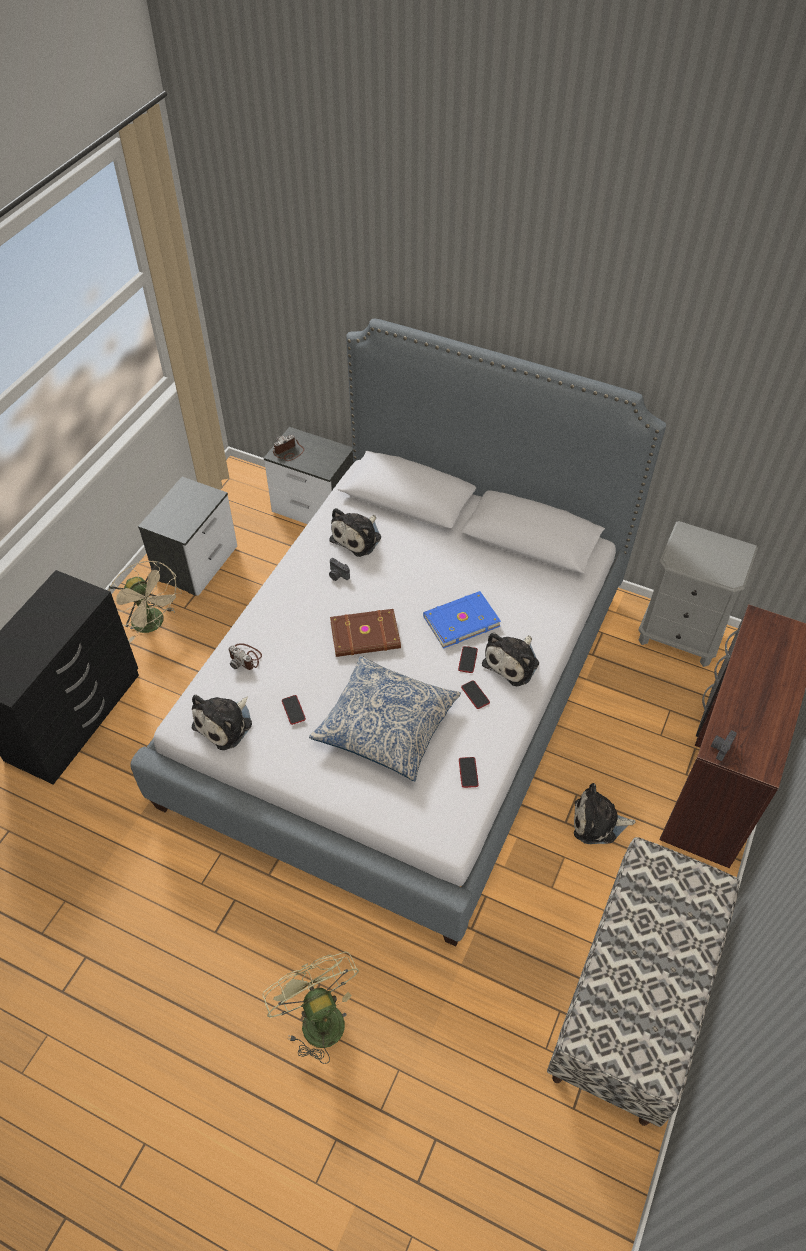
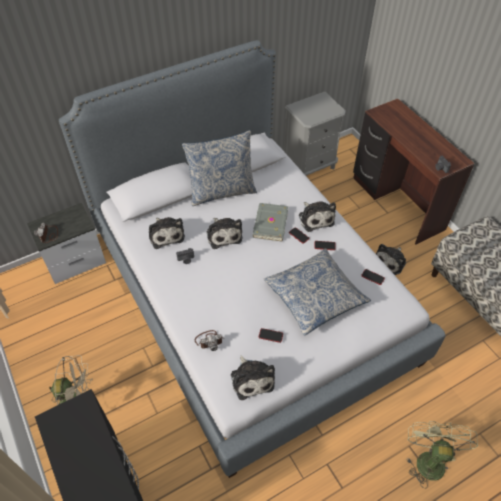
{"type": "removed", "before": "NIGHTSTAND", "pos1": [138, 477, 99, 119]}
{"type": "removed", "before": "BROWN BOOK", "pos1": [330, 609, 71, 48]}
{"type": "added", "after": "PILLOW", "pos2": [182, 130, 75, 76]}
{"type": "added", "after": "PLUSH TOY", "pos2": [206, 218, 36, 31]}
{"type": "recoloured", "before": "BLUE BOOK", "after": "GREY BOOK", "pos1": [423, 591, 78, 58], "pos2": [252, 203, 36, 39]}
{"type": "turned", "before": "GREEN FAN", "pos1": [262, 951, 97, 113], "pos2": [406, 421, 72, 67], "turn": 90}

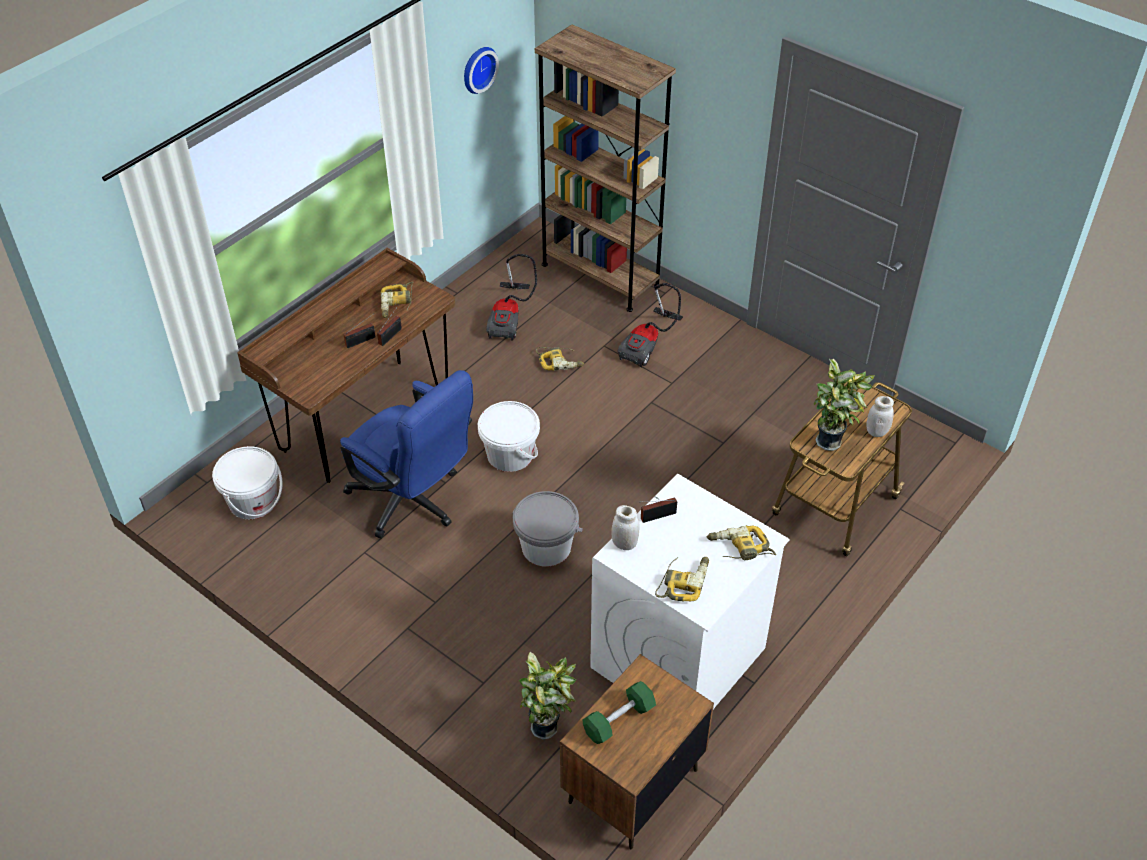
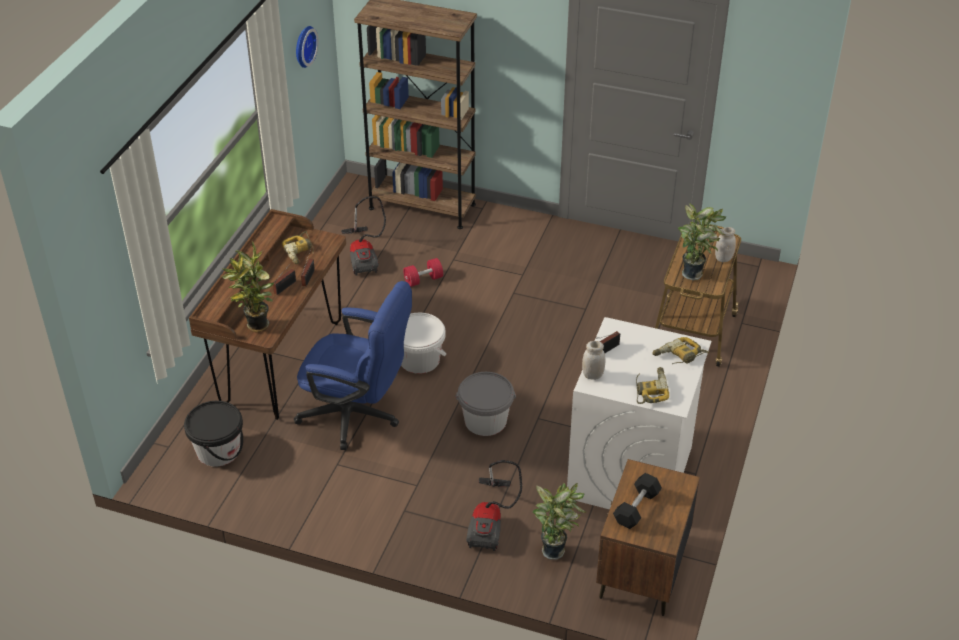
{"type": "added", "after": "POTTED PLANT", "pos2": [221, 241, 53, 91]}
{"type": "moved", "before": "VACUUM CLEANER", "pos1": [618, 283, 65, 85], "pos2": [466, 460, 57, 91]}
{"type": "replaced", "before": "POWER DRILL", "after": "RED DUMBBELL", "pos1": [536, 347, 48, 24], "pos2": [403, 258, 40, 29]}
{"type": "recoloured", "before": "WHITE BUCKET", "after": "BLACK BUCKET", "pos1": [212, 446, 71, 73], "pos2": [184, 401, 59, 66]}
{"type": "recoloured", "before": "GREEN DUMBBELL", "after": "BLACK DUMBBELL", "pos1": [583, 681, 73, 63], "pos2": [613, 473, 49, 56]}

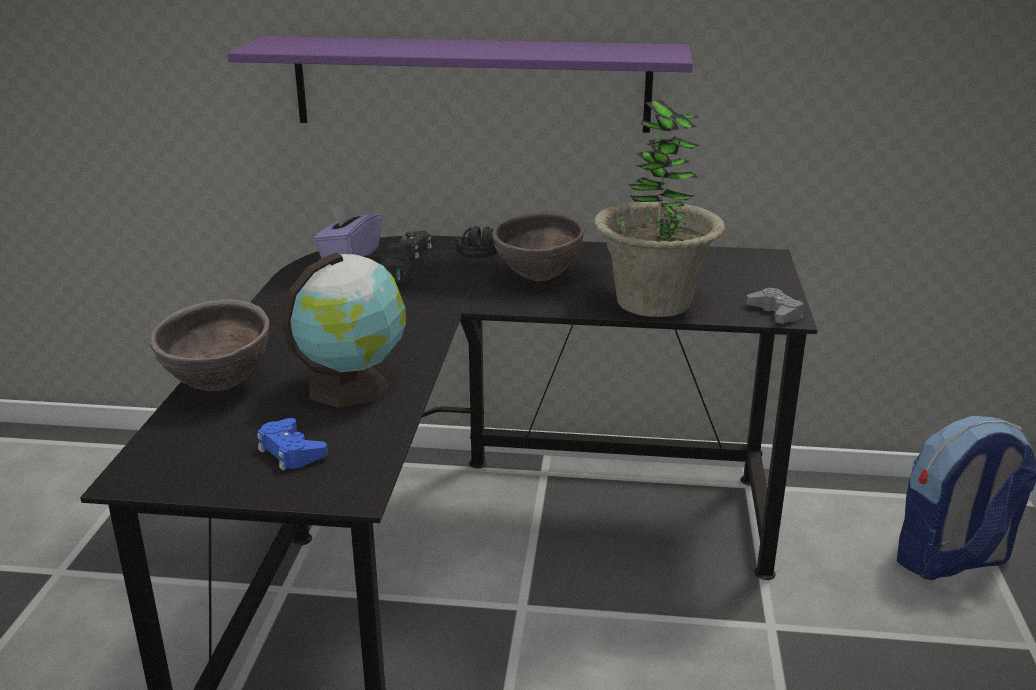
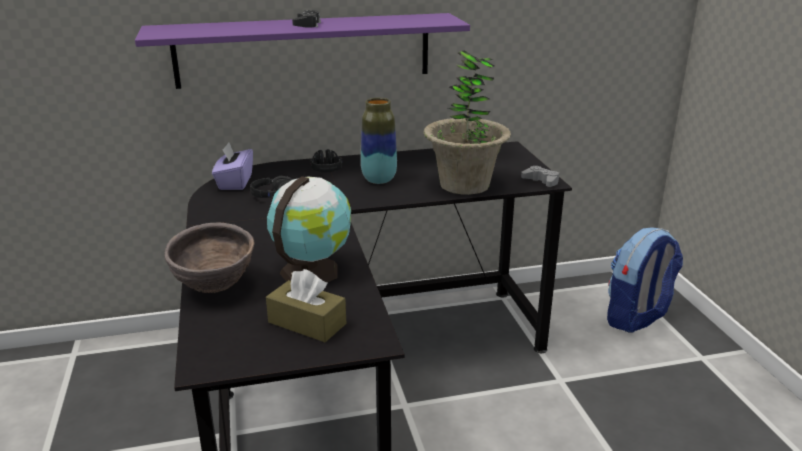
{"type": "moved", "before": "BLACK GAME CONTROLLER", "pos1": [386, 230, 46, 28], "pos2": [292, 10, 29, 18]}
{"type": "replaced", "before": "BLUE GAME CONTROLLER", "after": "BROWN TISSUE BOX", "pos1": [257, 418, 71, 52], "pos2": [266, 269, 80, 73]}
{"type": "replaced", "before": "BROWN BOWL", "after": "VASE", "pos1": [492, 211, 93, 70], "pos2": [361, 98, 36, 86]}

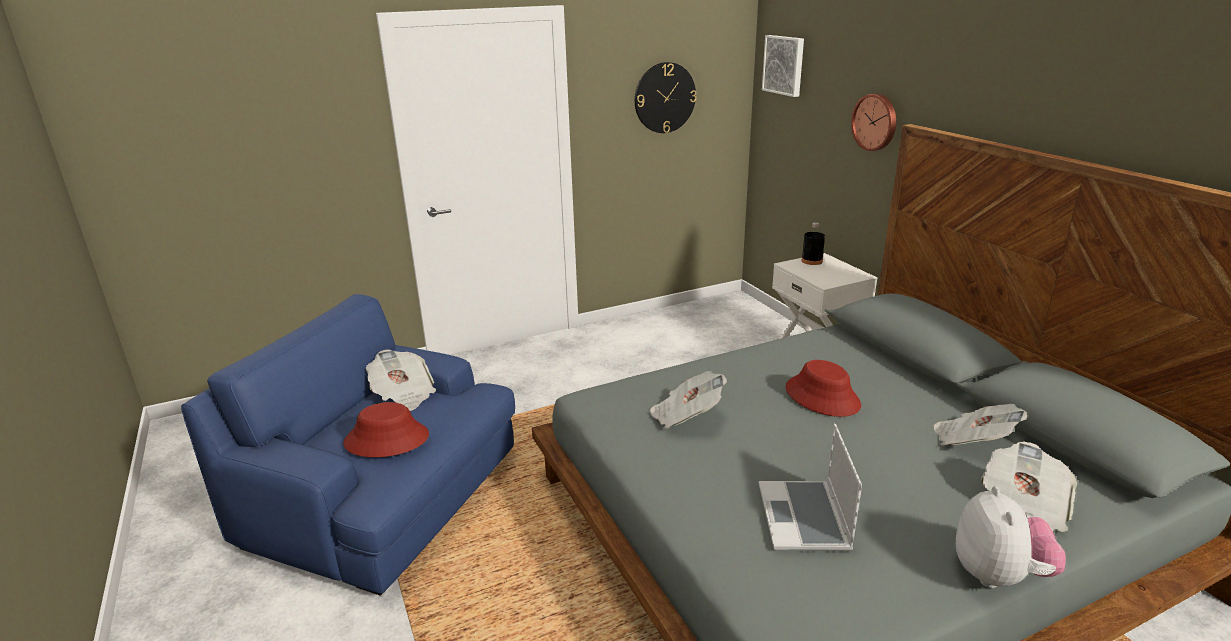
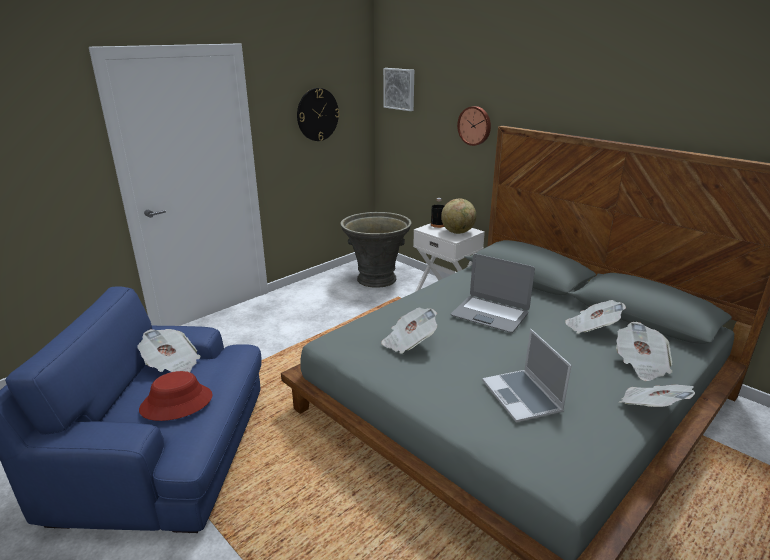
{"type": "added", "after": "GREY PLANTER", "pos2": [340, 212, 71, 76]}
{"type": "added", "after": "GLOBE", "pos2": [441, 198, 35, 36]}
{"type": "replaced", "before": "RED HAT", "after": "LAPTOP", "pos1": [786, 360, 75, 57], "pos2": [451, 254, 84, 79]}
{"type": "replaced", "before": "PLUSH TOY", "after": "NEWSPAPER", "pos1": [956, 486, 110, 102], "pos2": [619, 384, 76, 23]}

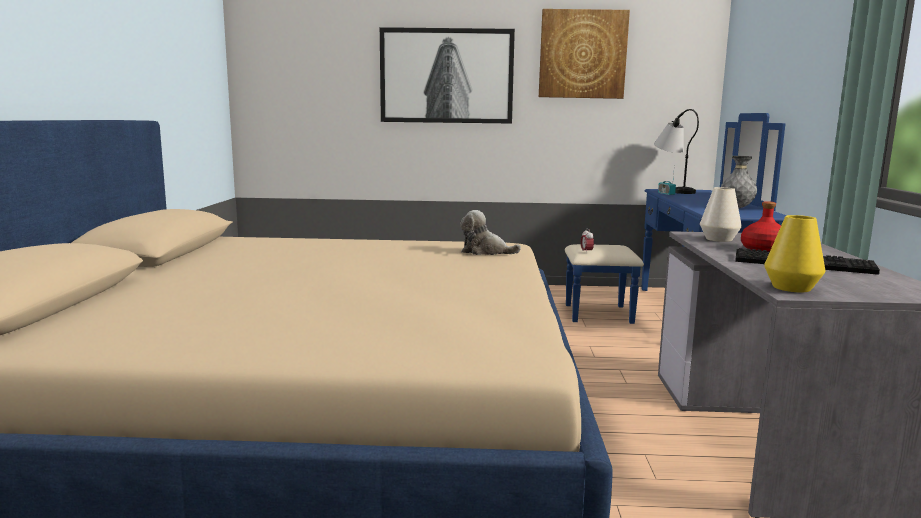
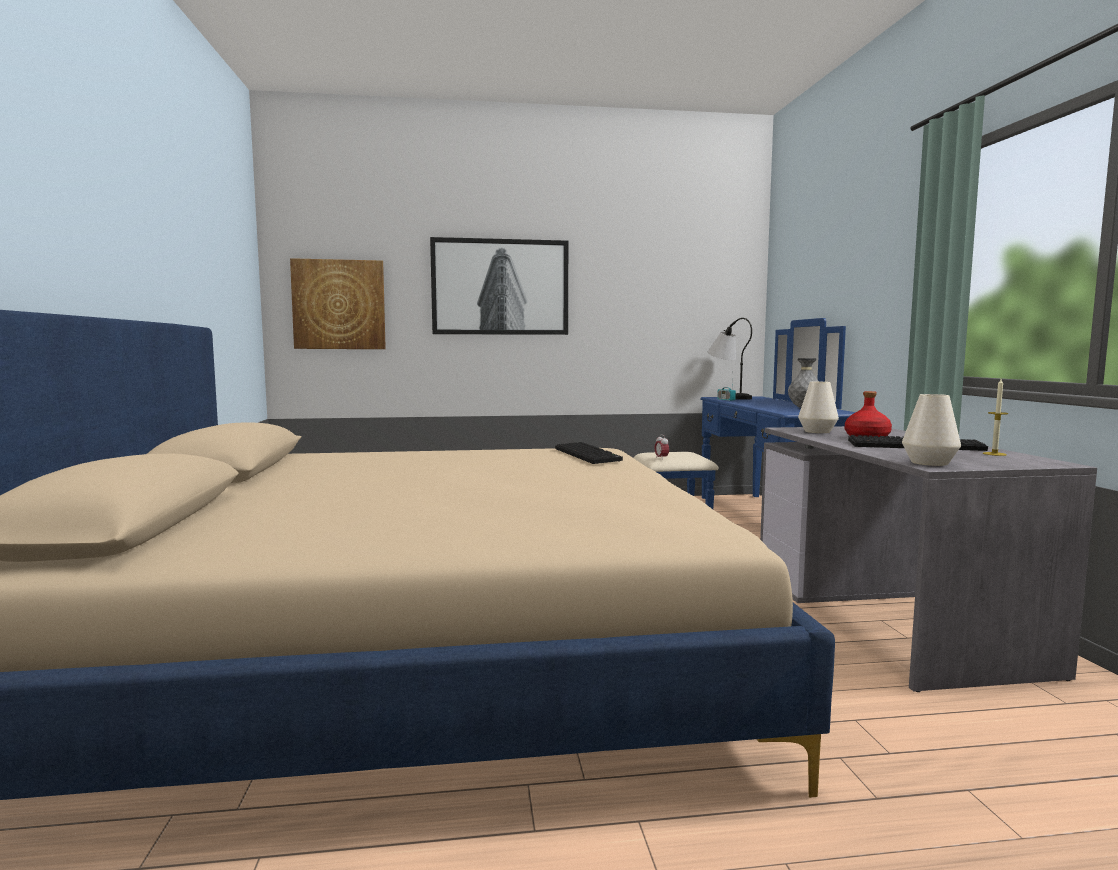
{"type": "added", "after": "CANDLE", "pos2": [983, 379, 26, 77]}
{"type": "moved", "before": "PICTURE", "pos1": [539, 9, 91, 90], "pos2": [290, 258, 96, 91]}
{"type": "replaced", "before": "PLUSH TOY", "after": "KEYBOARD", "pos1": [460, 210, 61, 45], "pos2": [555, 442, 68, 22]}
{"type": "recoloured", "before": "YELLOW VASE", "after": "WHITE VASE", "pos1": [764, 215, 62, 77], "pos2": [902, 394, 59, 72]}

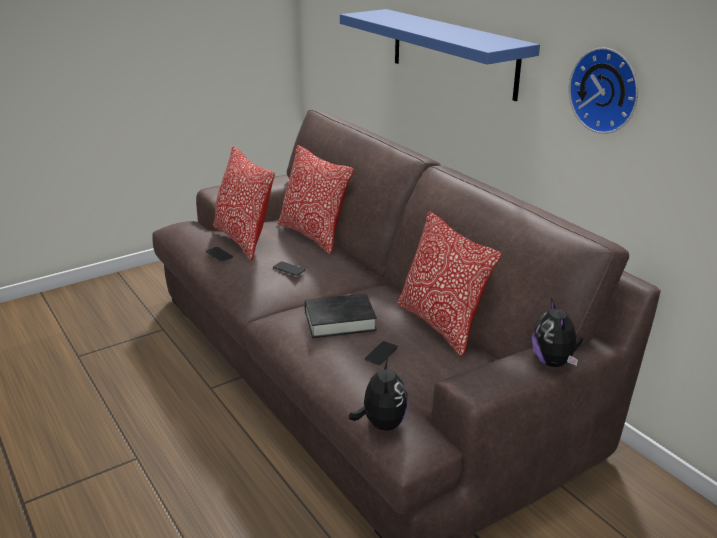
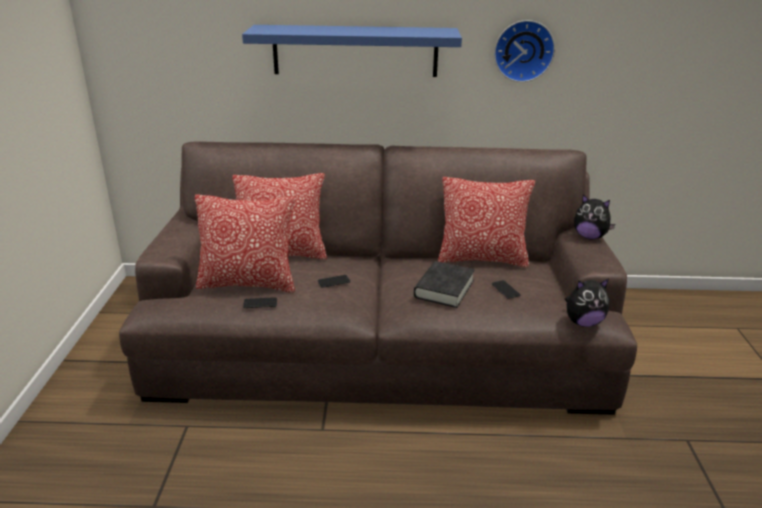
{"type": "turned", "before": "PLUSH TOY", "pos1": [349, 358, 60, 73], "pos2": [565, 279, 44, 48], "turn": 135}

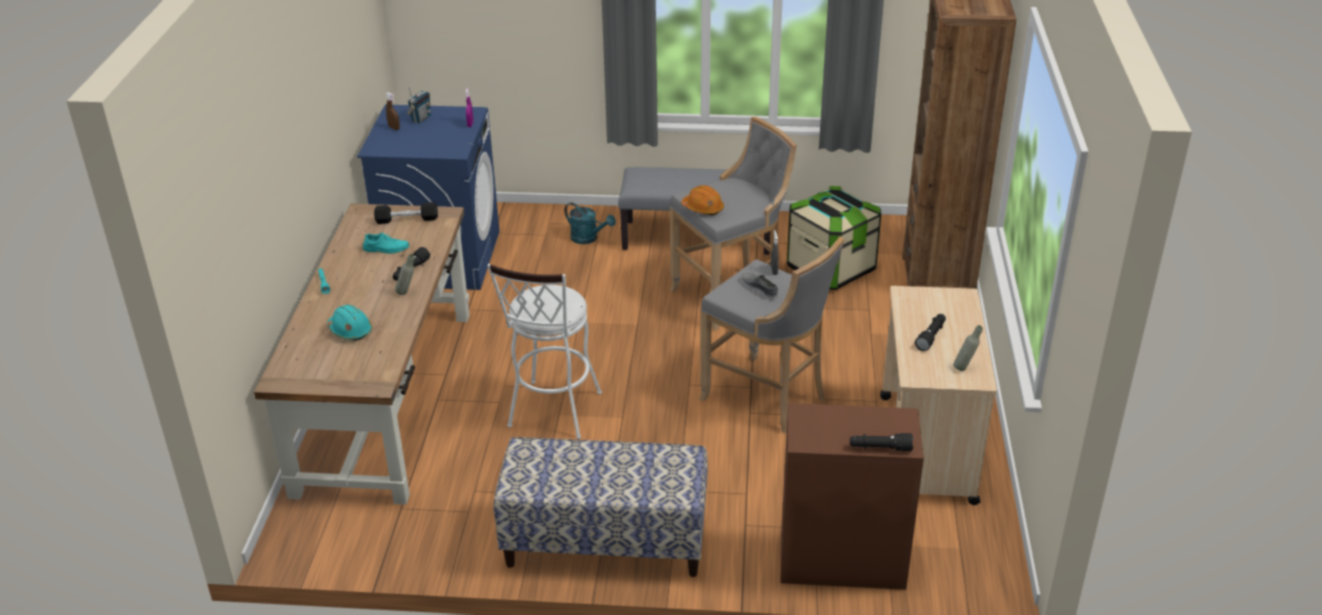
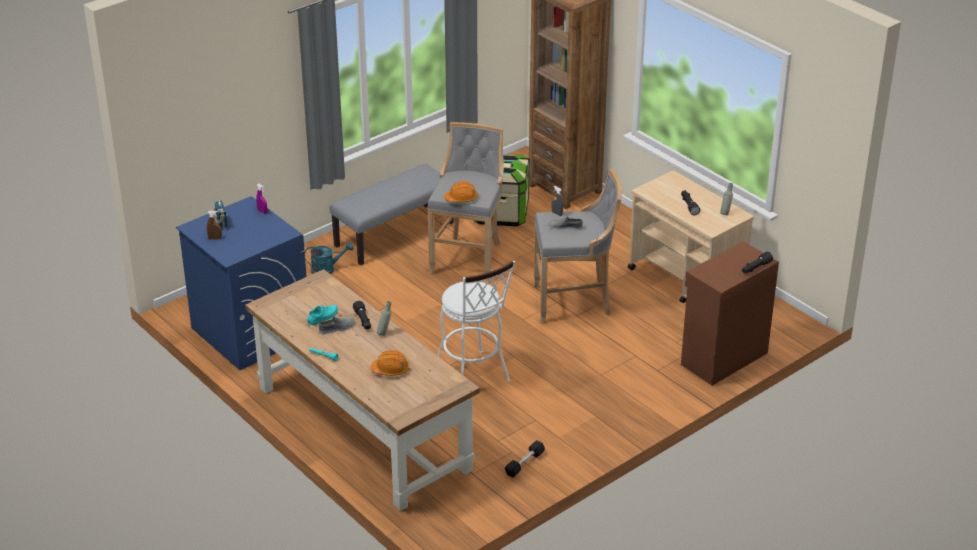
{"type": "removed", "before": "BENCH", "pos1": [493, 437, 215, 140]}
{"type": "added", "after": "GREY SHOE", "pos2": [319, 316, 36, 18]}
{"type": "moved", "before": "BLACK DUMBBELL", "pos1": [374, 202, 64, 22], "pos2": [505, 440, 40, 38]}
{"type": "recoloured", "before": "TURQUOISE HARD HAT", "after": "ORANGE HARD HAT", "pos1": [327, 304, 45, 37], "pos2": [371, 350, 39, 26]}

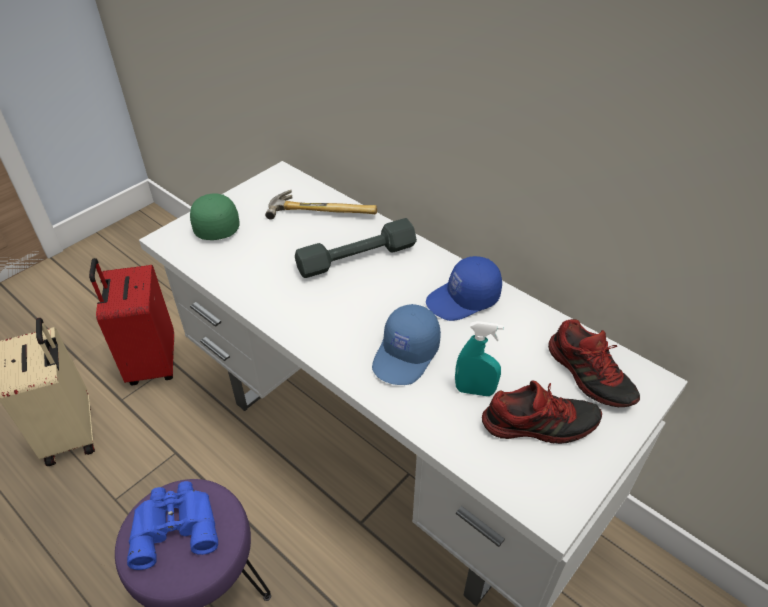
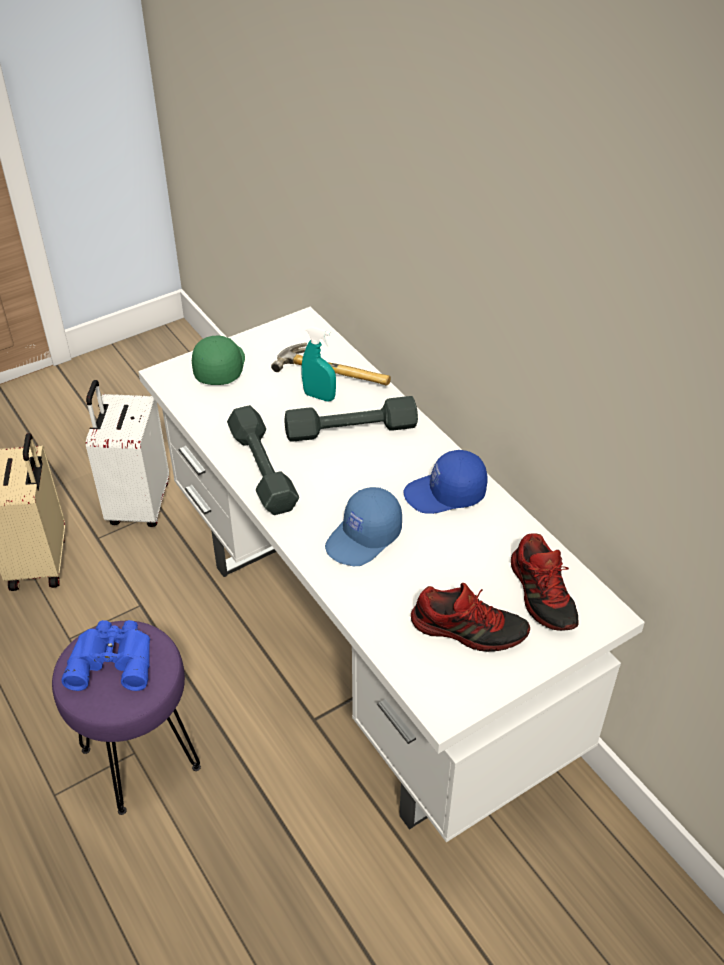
{"type": "added", "after": "GREY DUMBBELL", "pos2": [227, 405, 72, 110]}
{"type": "moved", "before": "TURQUOISE SPRAY BOTTLE", "pos1": [455, 321, 48, 75], "pos2": [302, 326, 34, 76]}
{"type": "recoloured", "before": "RED SUITCASE", "after": "WHITE SUITCASE", "pos1": [89, 258, 85, 127], "pos2": [86, 380, 83, 147]}

